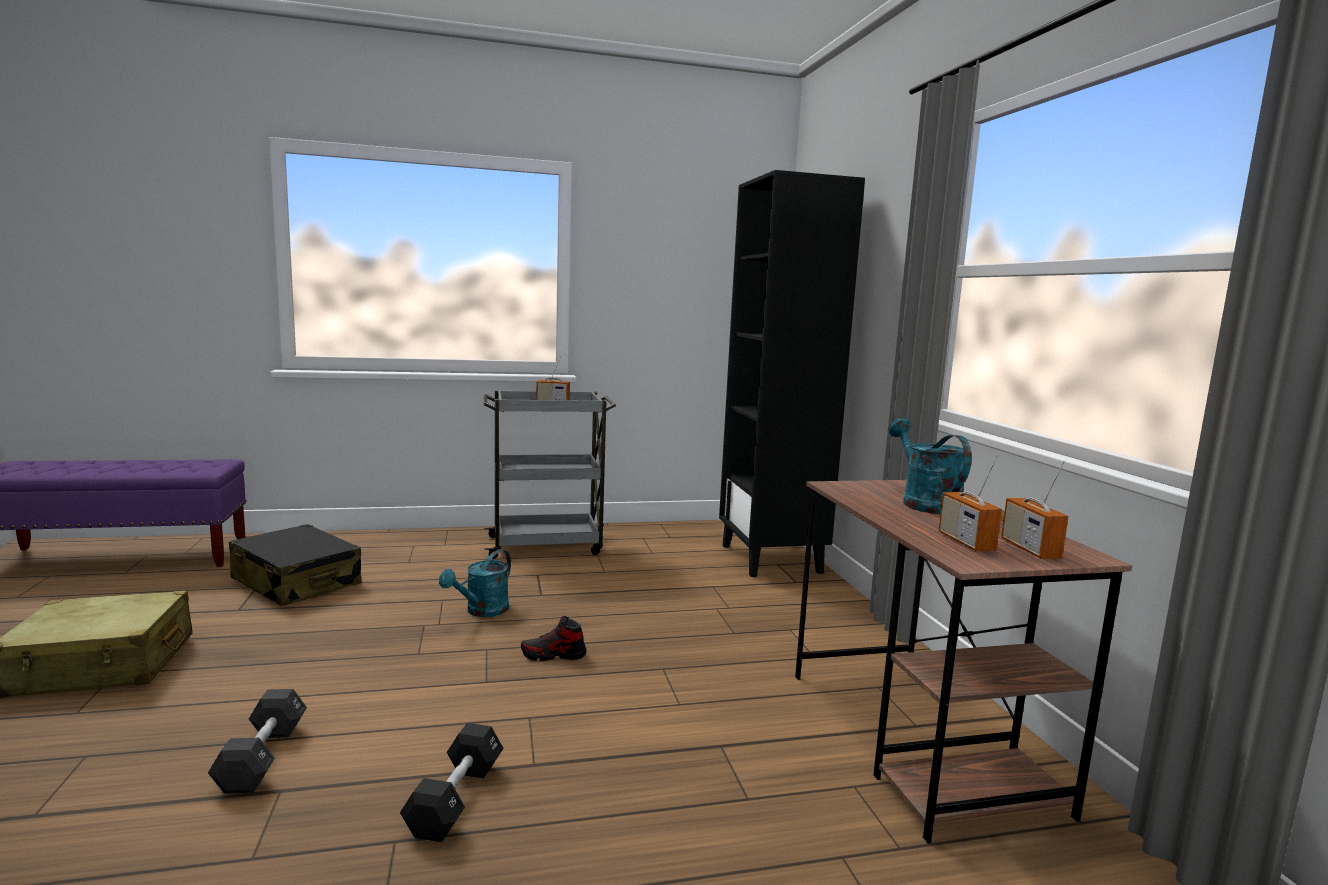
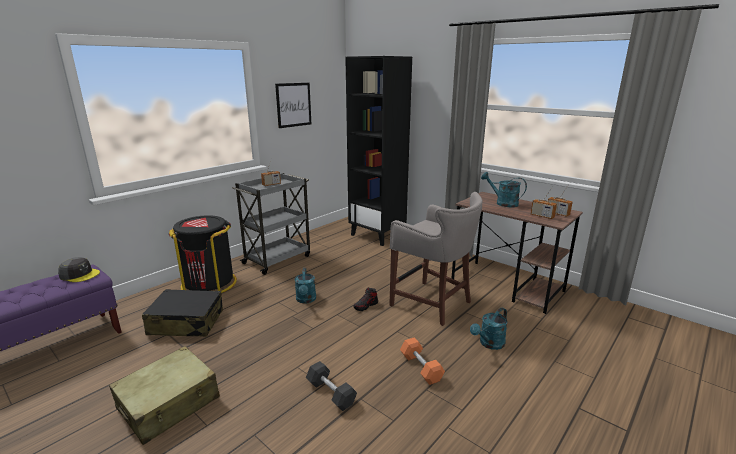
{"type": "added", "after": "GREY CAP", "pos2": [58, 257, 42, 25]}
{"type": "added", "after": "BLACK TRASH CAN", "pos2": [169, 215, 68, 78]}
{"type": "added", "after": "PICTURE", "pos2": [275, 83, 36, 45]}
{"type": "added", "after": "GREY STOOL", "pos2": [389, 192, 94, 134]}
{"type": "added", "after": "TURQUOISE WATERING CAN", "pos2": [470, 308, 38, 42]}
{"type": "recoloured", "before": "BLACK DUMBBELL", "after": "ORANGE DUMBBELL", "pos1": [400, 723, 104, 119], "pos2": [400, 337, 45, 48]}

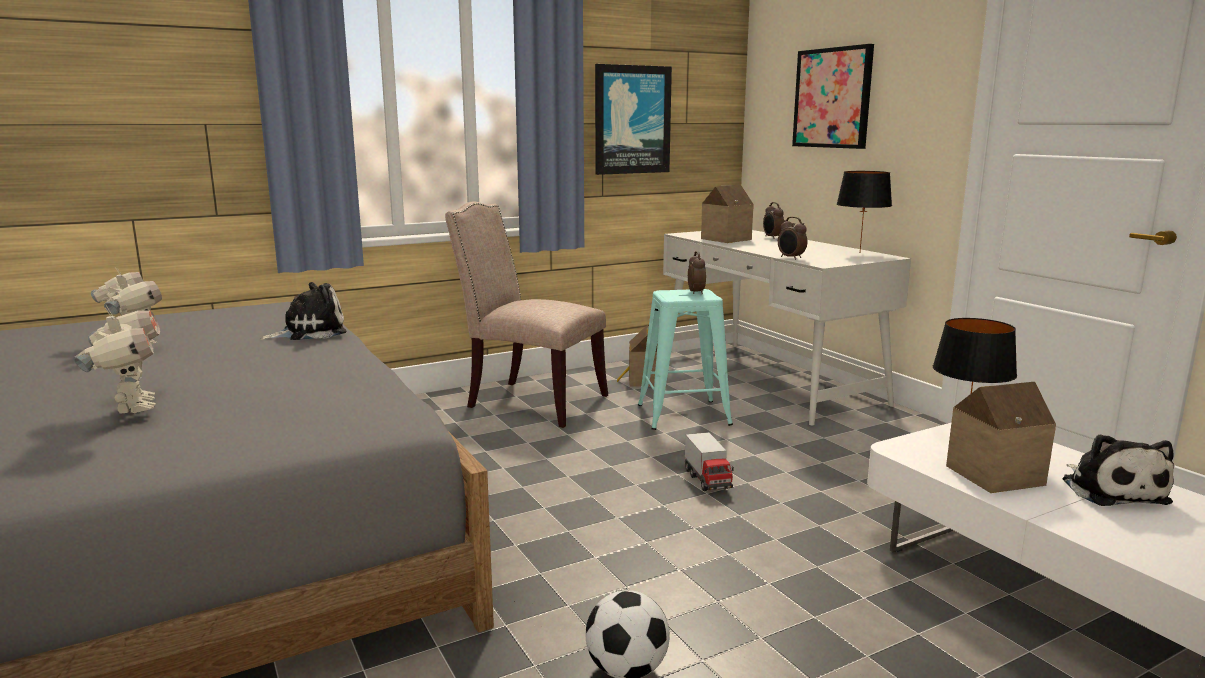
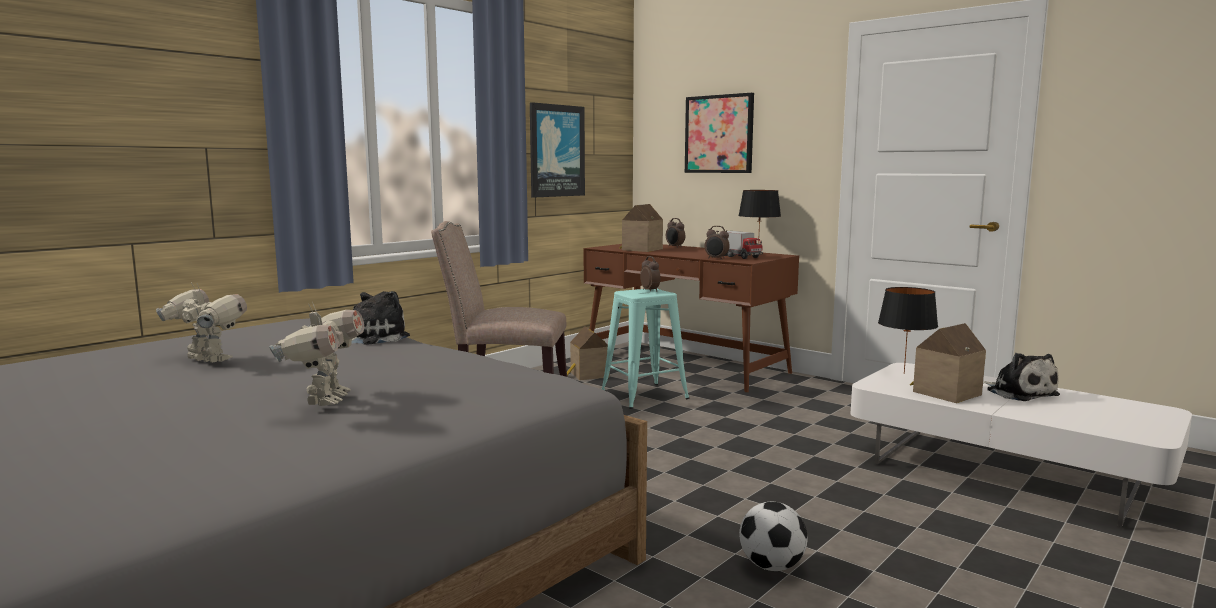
{"type": "moved", "before": "TOY TRUCK", "pos1": [685, 432, 49, 59], "pos2": [720, 231, 43, 28]}
{"type": "recoloured", "before": "WHITE DESK", "after": "BROWN DESK", "pos1": [663, 230, 248, 195], "pos2": [584, 244, 215, 148]}
{"type": "turned", "before": "TOY ROBOT", "pos1": [73, 305, 87, 109], "pos2": [269, 302, 95, 104], "turn": 45}

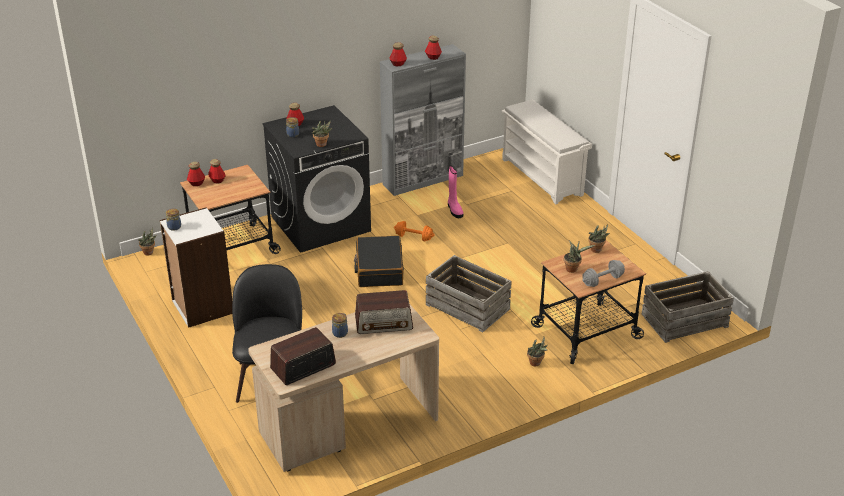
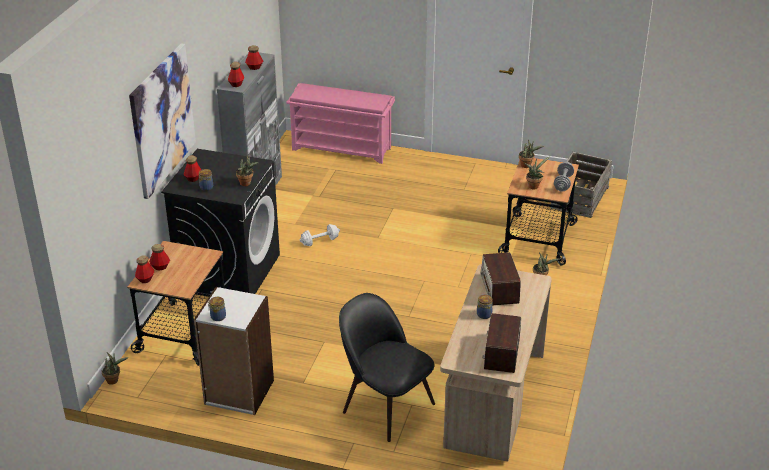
{"type": "removed", "before": "BLACK SUITCASE", "pos1": [354, 236, 50, 51]}
{"type": "removed", "before": "CRATE", "pos1": [426, 255, 86, 77]}
{"type": "removed", "before": "PINK BOOT", "pos1": [448, 166, 15, 52]}
{"type": "added", "after": "PICTURE", "pos2": [129, 43, 67, 156]}
{"type": "recoloured", "before": "ORANGE DUMBBELL", "after": "WHITE DUMBBELL", "pos1": [394, 221, 41, 20], "pos2": [300, 224, 40, 22]}
{"type": "recoloured", "before": "WHITE SHOE RACK", "after": "PINK SHOE RACK", "pos1": [502, 99, 90, 105], "pos2": [286, 83, 109, 81]}
{"type": "turned", "before": "RADIO", "pos1": [355, 290, 58, 44], "pos2": [480, 252, 41, 54], "turn": 135}

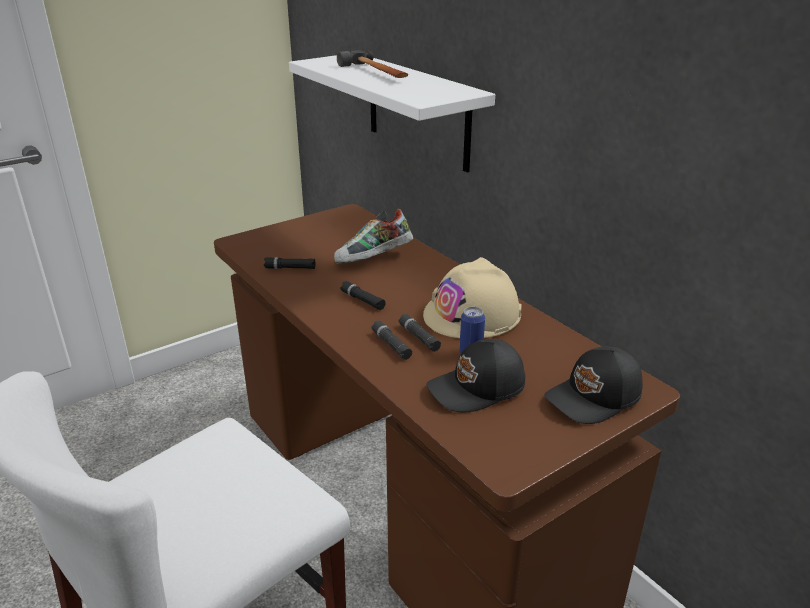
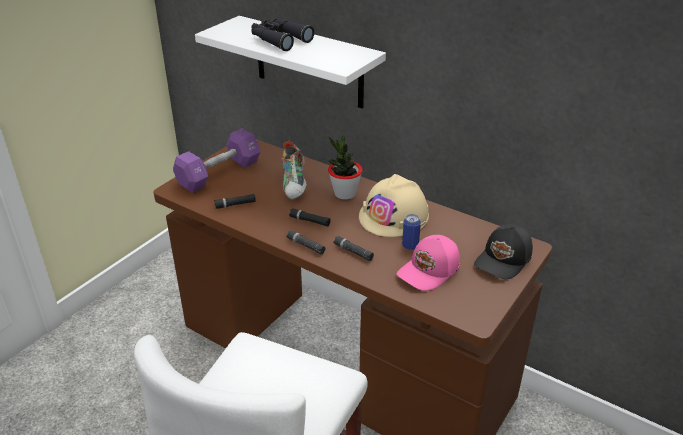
{"type": "added", "after": "PURPLE DUMBBELL", "pos2": [173, 128, 88, 65]}
{"type": "added", "after": "POTTED PLANT", "pos2": [327, 136, 36, 64]}
{"type": "moved", "before": "BLACK FLASHLIGHT", "pos1": [398, 314, 43, 38], "pos2": [286, 230, 39, 25]}
{"type": "replaced", "before": "HAMMER", "after": "BLACK BINOCULARS", "pos1": [337, 50, 71, 28], "pos2": [251, 19, 63, 32]}
{"type": "recoloured", "before": "BLACK CAP", "after": "PINK CAP", "pos1": [426, 339, 99, 73], "pos2": [397, 235, 63, 56]}
{"type": "turned", "before": "SHOE", "pos1": [334, 209, 79, 55], "pos2": [281, 141, 26, 59], "turn": -45}

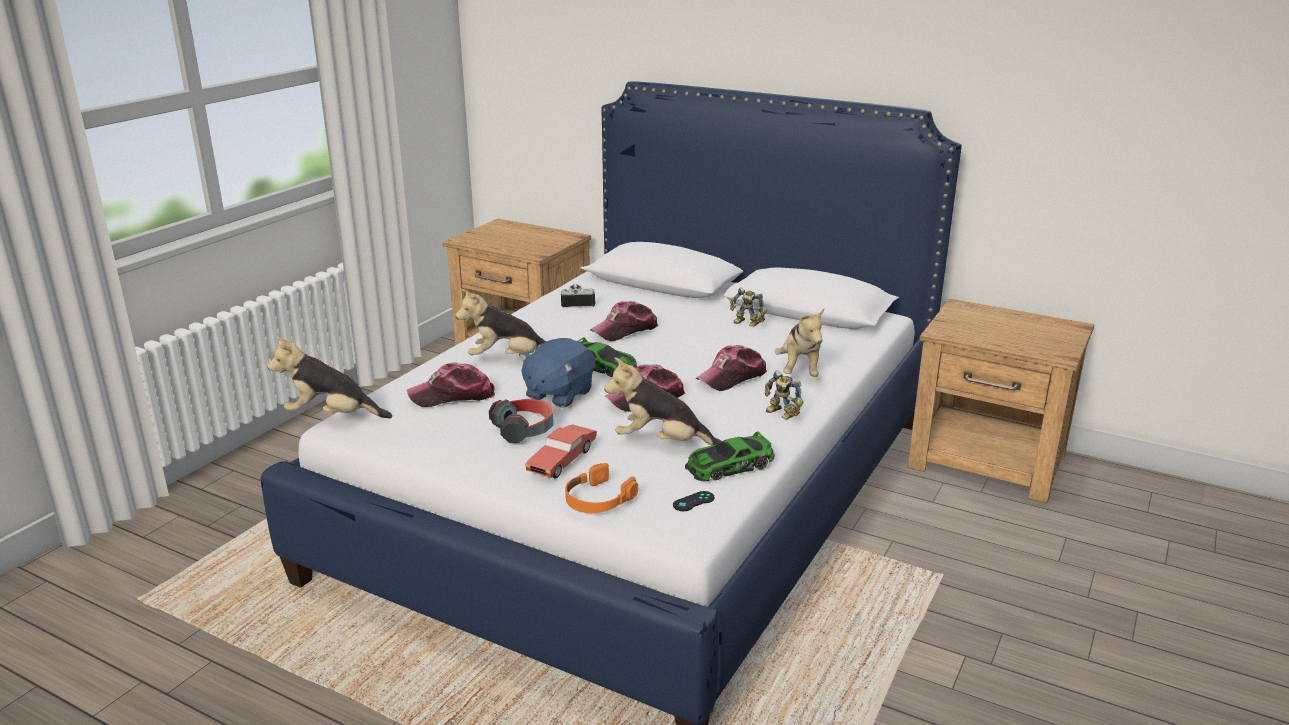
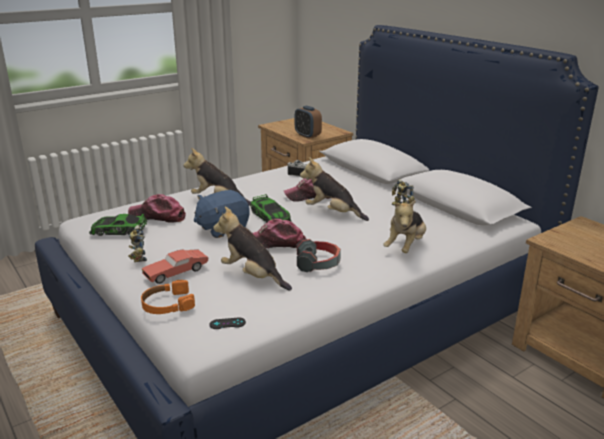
{"type": "removed", "before": "CAP", "pos1": [695, 345, 72, 46]}
{"type": "added", "after": "ALARM CLOCK", "pos2": [295, 106, 27, 33]}
{"type": "moved", "before": "PLUSH TOY", "pos1": [267, 337, 125, 81], "pos2": [300, 157, 69, 64]}
{"type": "moved", "before": "HEADPHONES", "pos1": [489, 399, 64, 44], "pos2": [296, 239, 45, 33]}
{"type": "moved", "before": "TOY CAR", "pos1": [685, 431, 90, 50], "pos2": [89, 214, 58, 22]}
{"type": "moved", "before": "TOY ROBOT", "pos1": [765, 370, 39, 50], "pos2": [128, 225, 19, 37]}

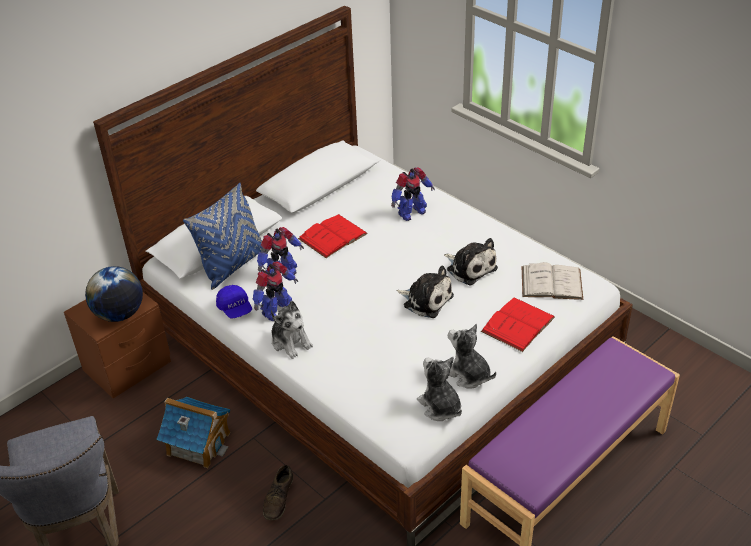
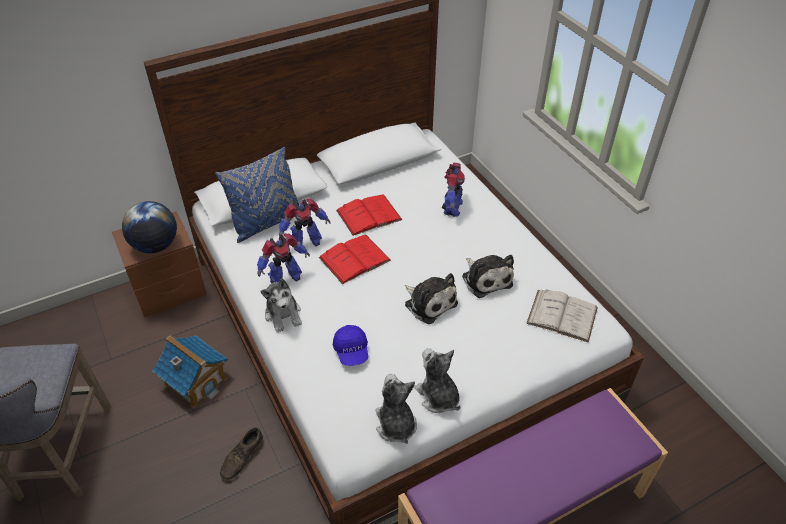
{"type": "moved", "before": "BLUE CAP", "pos1": [216, 285, 36, 33], "pos2": [333, 325, 35, 41]}
{"type": "moved", "before": "RED BOOK", "pos1": [481, 297, 74, 55], "pos2": [319, 234, 72, 51]}
{"type": "turned", "before": "TOY ROBOT", "pos1": [391, 167, 44, 54], "pos2": [442, 163, 23, 54], "turn": -60}

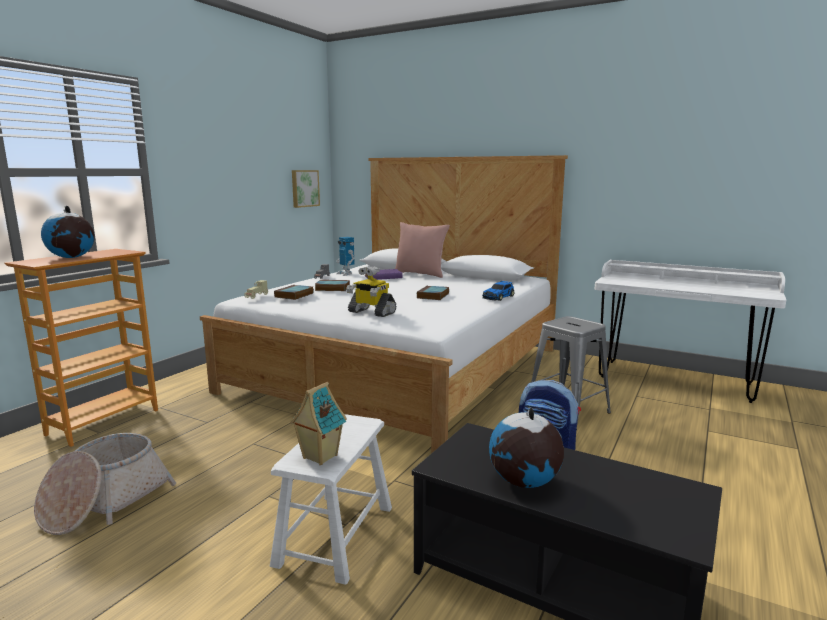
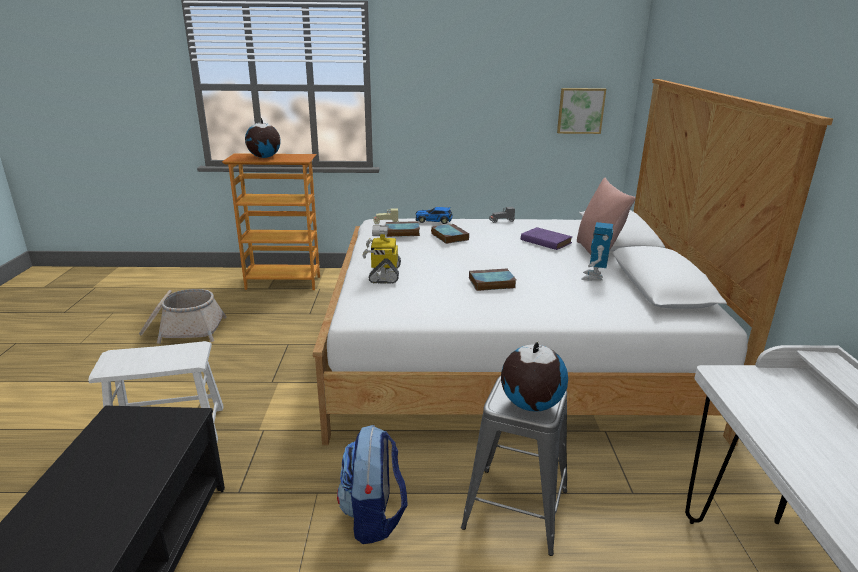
{"type": "removed", "before": "TOY HOUSE", "pos1": [290, 382, 57, 83]}
{"type": "moved", "before": "TOY ROBOT", "pos1": [336, 237, 19, 39], "pos2": [581, 222, 32, 59]}
{"type": "moved", "before": "TOY CAR", "pos1": [482, 281, 32, 20], "pos2": [416, 207, 37, 17]}
{"type": "moved", "before": "GLOBE", "pos1": [489, 406, 75, 82], "pos2": [501, 342, 67, 69]}

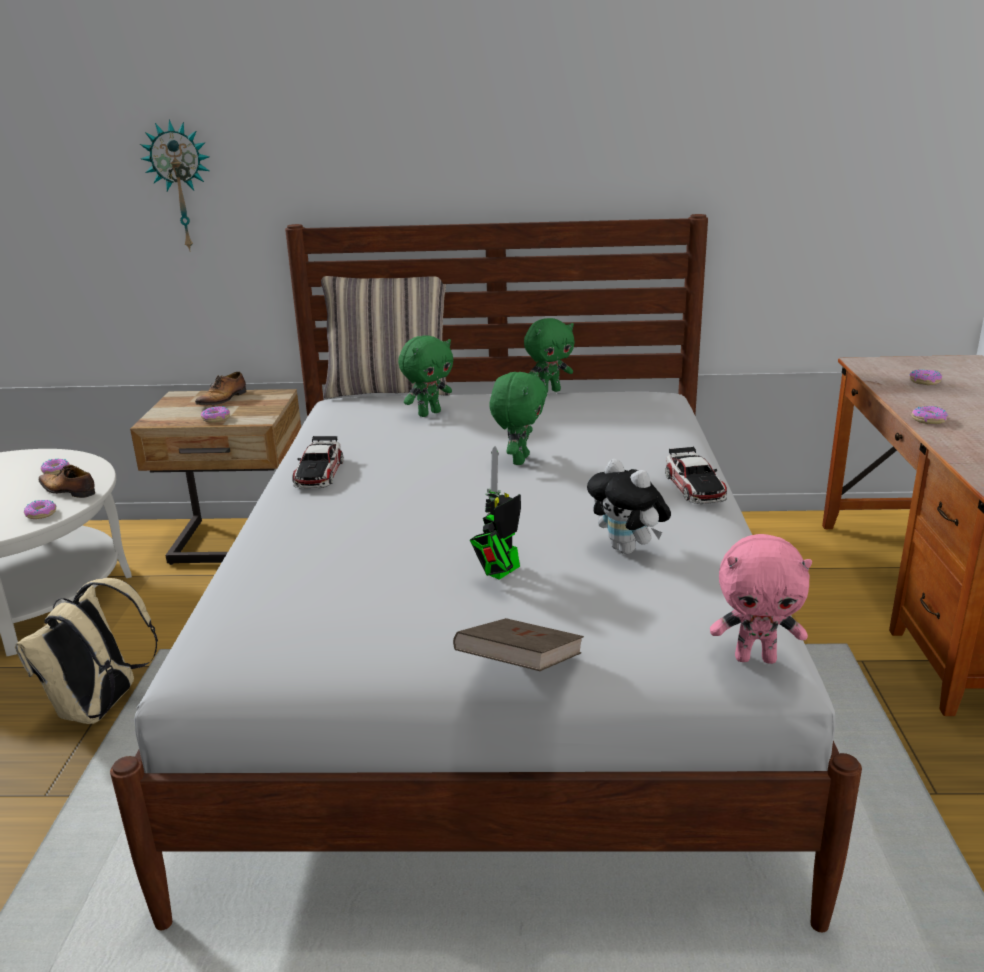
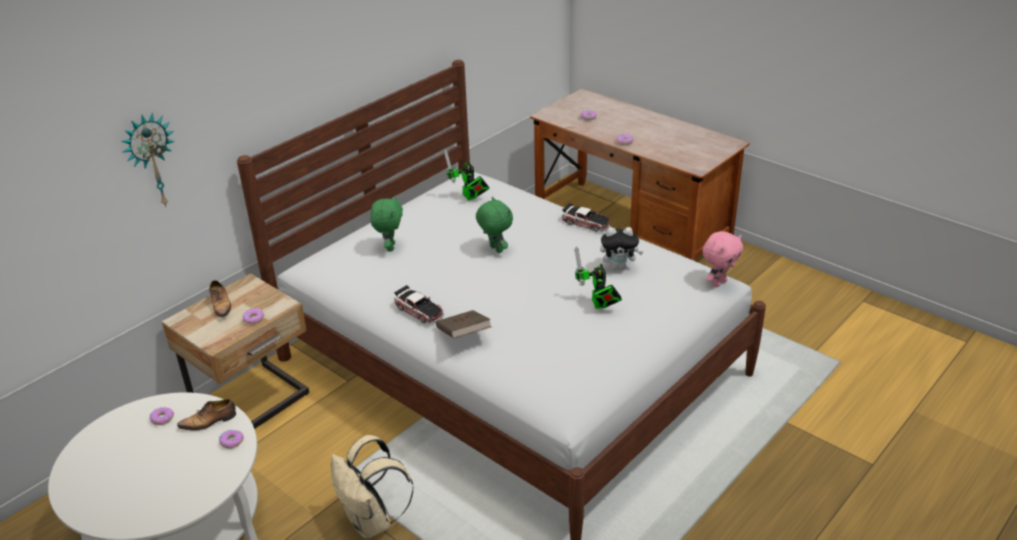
{"type": "removed", "before": "PILLOW", "pos1": [321, 276, 129, 123]}
{"type": "removed", "before": "GREEN PLUSH TOY", "pos1": [524, 318, 50, 75]}
{"type": "added", "after": "TOY ROBOT", "pos2": [444, 150, 45, 50]}
{"type": "moved", "before": "BROWN BOOK", "pos1": [453, 618, 131, 53], "pos2": [436, 310, 56, 28]}

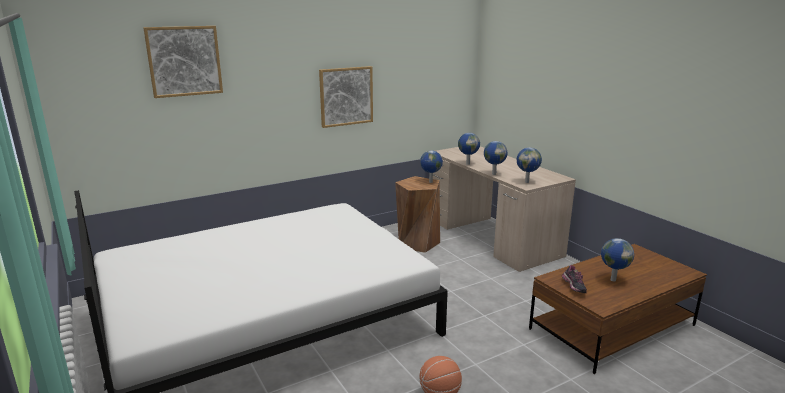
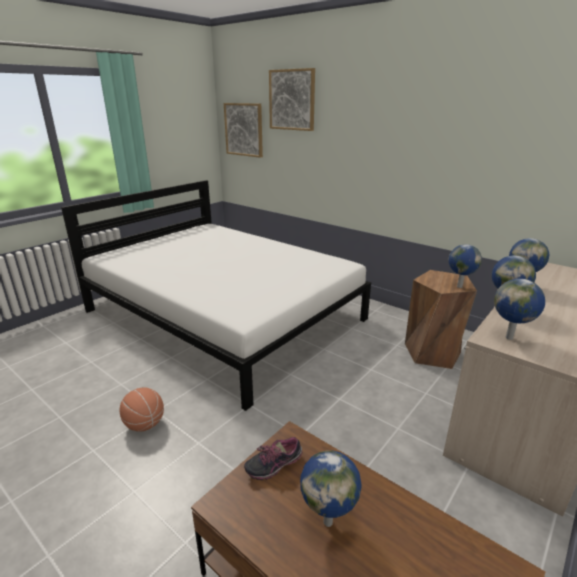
{"type": "moved", "before": "PICTURE", "pos1": [319, 66, 54, 62], "pos2": [224, 103, 39, 55]}

